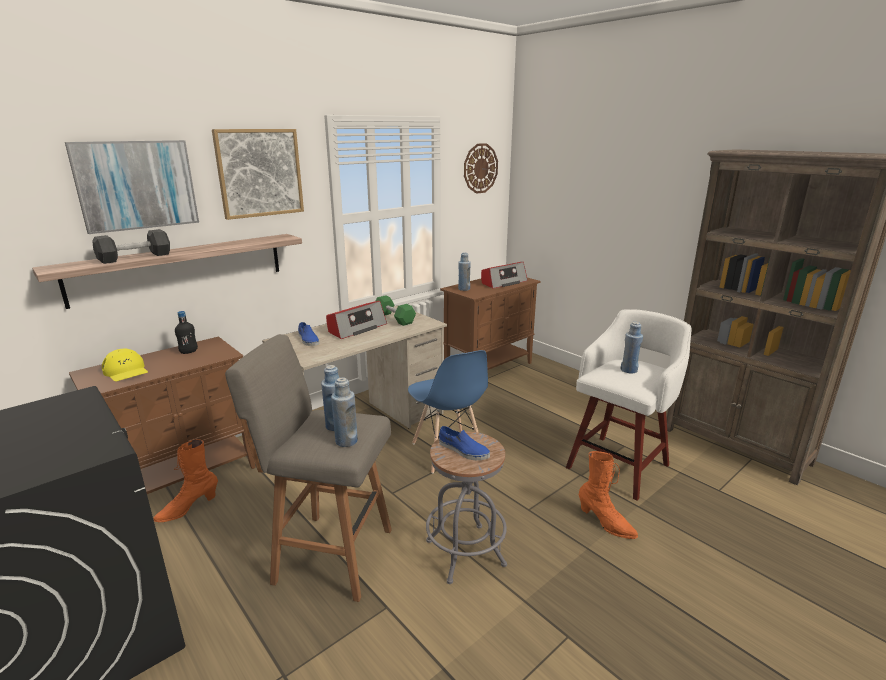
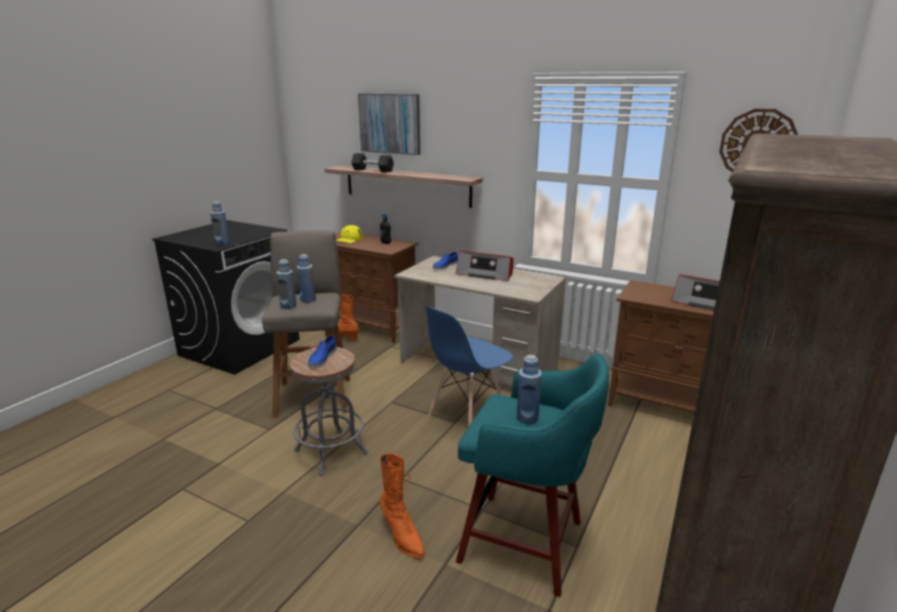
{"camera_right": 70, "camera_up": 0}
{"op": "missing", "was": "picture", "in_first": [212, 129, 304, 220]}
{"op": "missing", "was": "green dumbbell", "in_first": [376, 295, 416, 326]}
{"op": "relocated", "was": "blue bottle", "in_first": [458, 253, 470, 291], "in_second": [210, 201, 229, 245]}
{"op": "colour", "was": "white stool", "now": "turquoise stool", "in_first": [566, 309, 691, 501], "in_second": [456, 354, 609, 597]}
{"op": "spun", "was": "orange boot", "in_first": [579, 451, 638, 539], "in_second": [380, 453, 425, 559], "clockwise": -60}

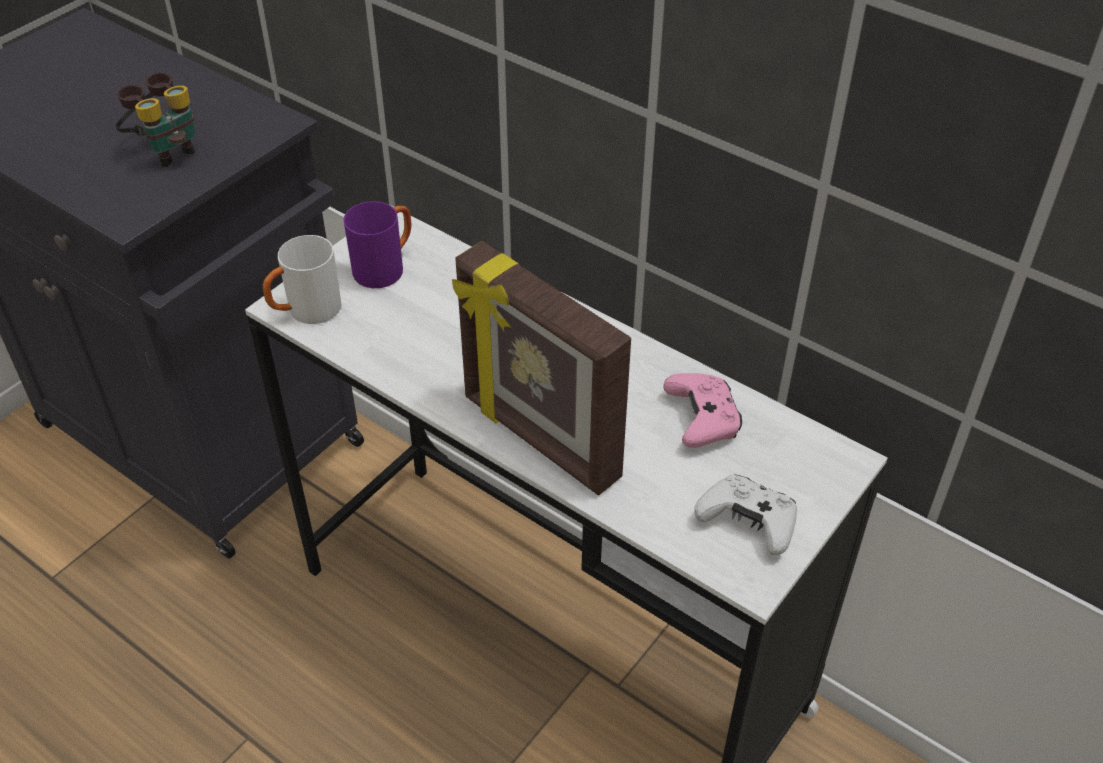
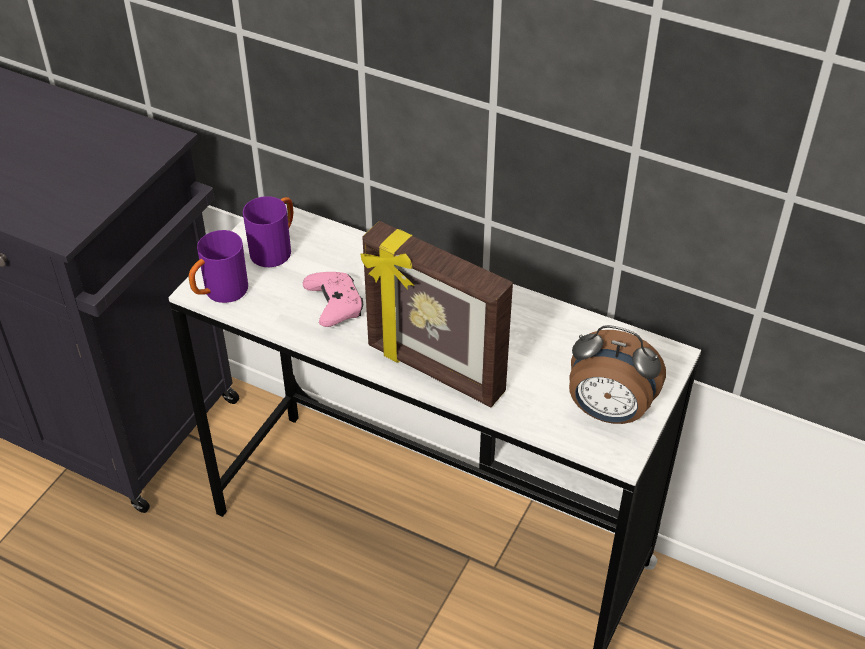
{"camera_right": -10, "camera_up": 0}
{"op": "missing", "was": "binoculars", "in_first": [115, 72, 196, 167]}
{"op": "colour", "was": "white mug", "now": "purple mug", "in_first": [263, 235, 342, 324], "in_second": [189, 230, 248, 303]}
{"op": "relocated", "was": "pink game controller", "in_first": [663, 373, 742, 448], "in_second": [303, 272, 363, 327]}
{"op": "exchanged", "was": "white game controller", "now": "alarm clock", "in_first": [694, 475, 797, 555], "in_second": [569, 325, 666, 424]}

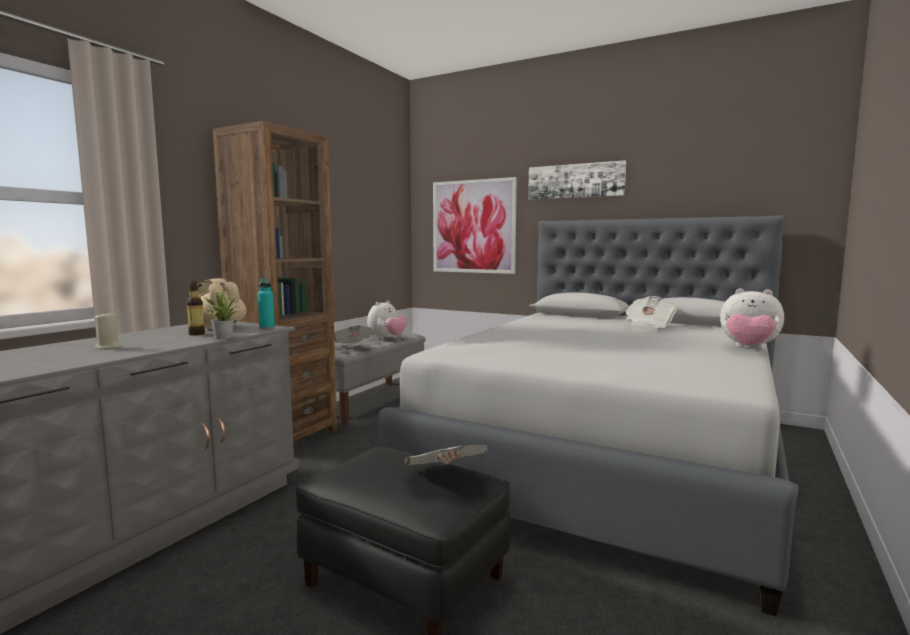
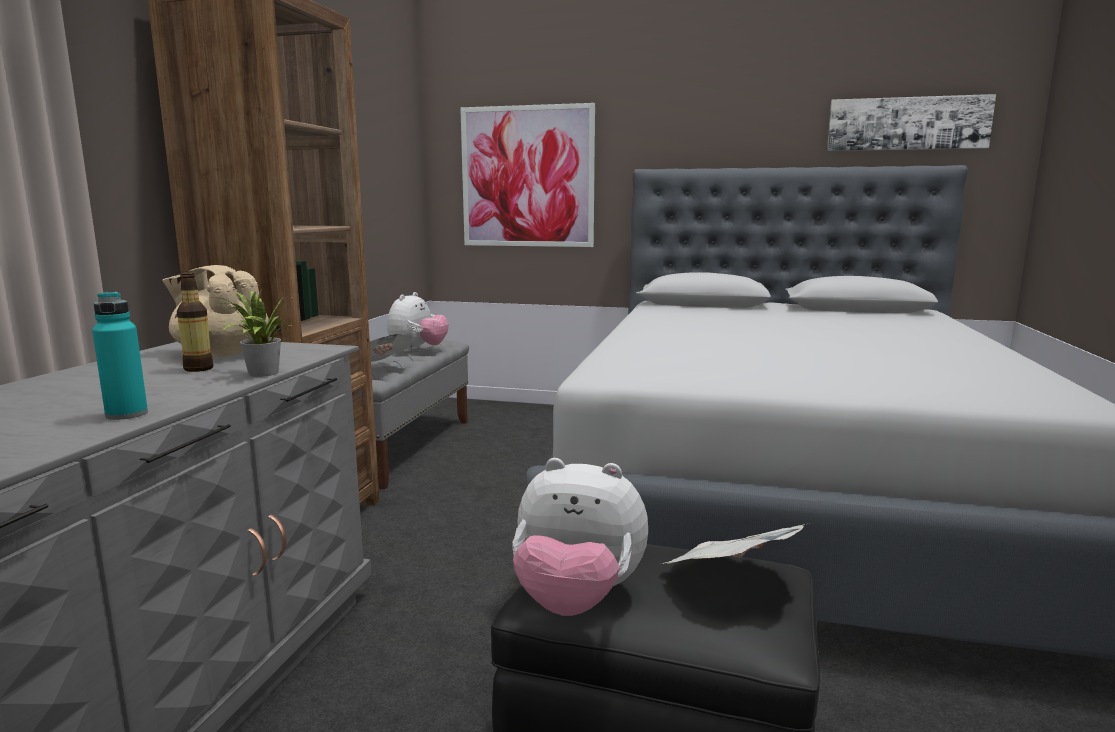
{"camera_right": -15, "camera_up": 5}
{"op": "missing", "was": "beige candle", "in_first": [94, 311, 123, 349]}
{"op": "relocated", "was": "turquoise bottle", "in_first": [257, 279, 275, 329], "in_second": [92, 291, 148, 420]}
{"op": "relocated", "was": "picture", "in_first": [528, 160, 626, 200], "in_second": [827, 94, 996, 151]}
{"op": "missing", "was": "newspaper", "in_first": [625, 296, 677, 330]}
{"op": "relocated", "was": "plush toy", "in_first": [720, 288, 784, 349], "in_second": [512, 458, 648, 616]}

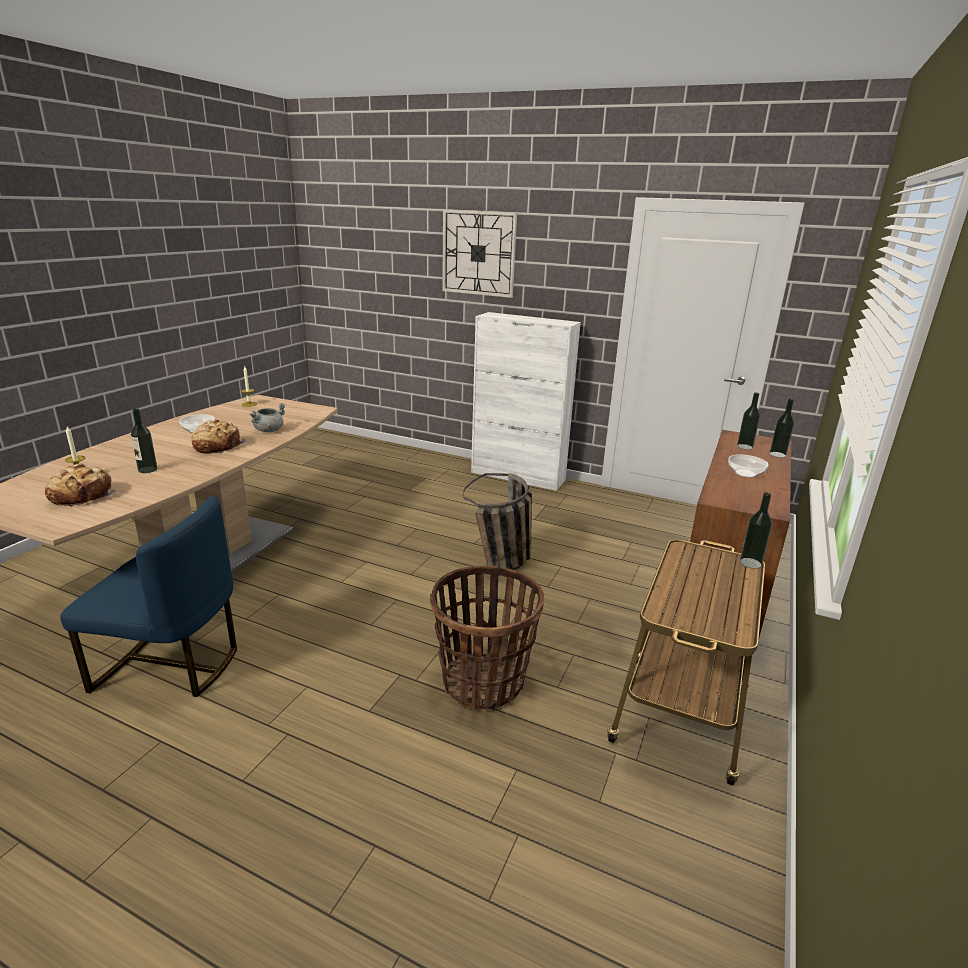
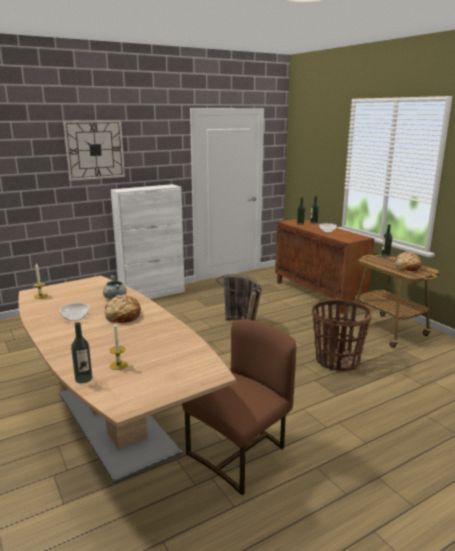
{"camera_right": -55, "camera_up": -5}
{"op": "relocated", "was": "bread", "in_first": [45, 463, 116, 507], "in_second": [395, 251, 422, 271]}
{"op": "colour", "was": "blue chair", "now": "brown chair", "in_first": [60, 496, 237, 697], "in_second": [182, 319, 296, 495]}
{"op": "relocated", "was": "bottle", "in_first": [131, 408, 157, 473], "in_second": [71, 322, 92, 383]}

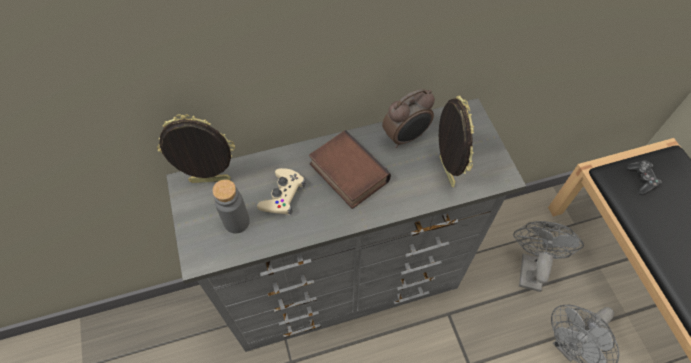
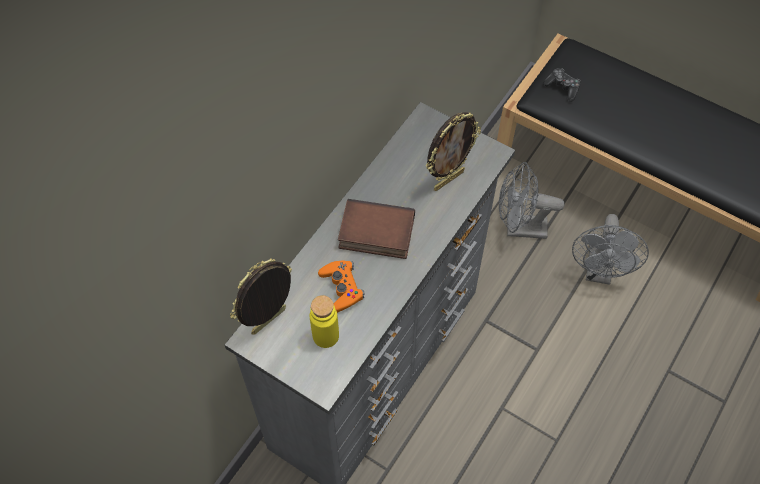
{"camera_right": -40, "camera_up": 0}
{"op": "colour", "was": "grey bottle", "now": "yellow bottle", "in_first": [212, 179, 250, 233], "in_second": [310, 295, 339, 348]}
{"op": "colour", "was": "beige game controller", "now": "orange game controller", "in_first": [257, 168, 306, 215], "in_second": [318, 260, 365, 313]}
{"op": "missing", "was": "alarm clock", "in_first": [382, 89, 435, 148]}
{"op": "spun", "was": "picture frame", "in_first": [439, 95, 474, 187], "in_second": [426, 112, 481, 191], "clockwise": 105}
{"op": "spun", "was": "grey fan", "in_first": [513, 221, 584, 292], "in_second": [499, 162, 565, 239], "clockwise": -60}

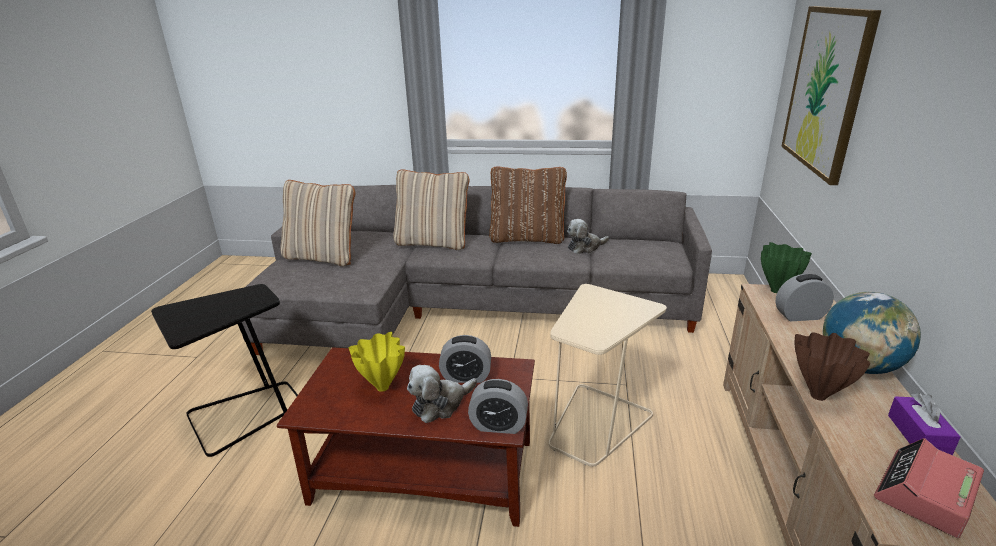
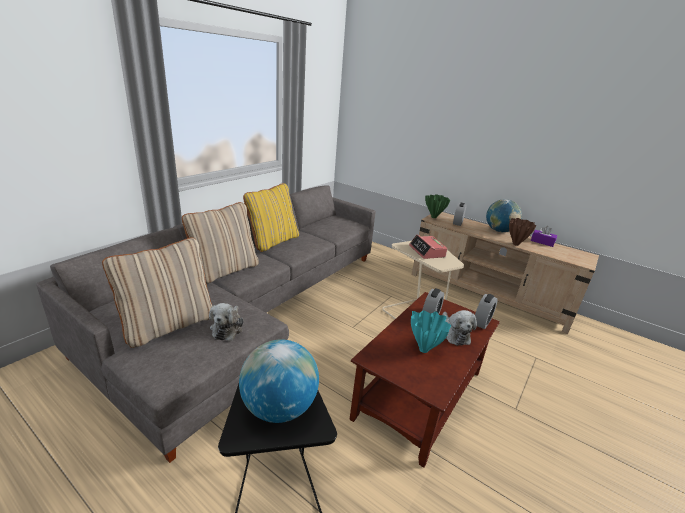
{"camera_right": -65, "camera_up": 0}
{"op": "colour", "was": "yellow vase", "now": "turquoise vase", "in_first": [349, 332, 405, 392], "in_second": [411, 310, 451, 353]}
{"op": "colour", "was": "brown pillow", "now": "yellow pillow", "in_first": [489, 166, 567, 244], "in_second": [243, 183, 299, 252]}
{"op": "relocated", "was": "plush toy", "in_first": [567, 219, 609, 254], "in_second": [209, 303, 244, 341]}
{"op": "missing", "was": "picture", "in_first": [781, 6, 881, 185]}
{"op": "relocated", "was": "alarm clock", "in_first": [874, 438, 984, 538], "in_second": [409, 235, 447, 259]}
{"op": "appeared", "now": "globe", "in_second": [239, 339, 319, 423]}

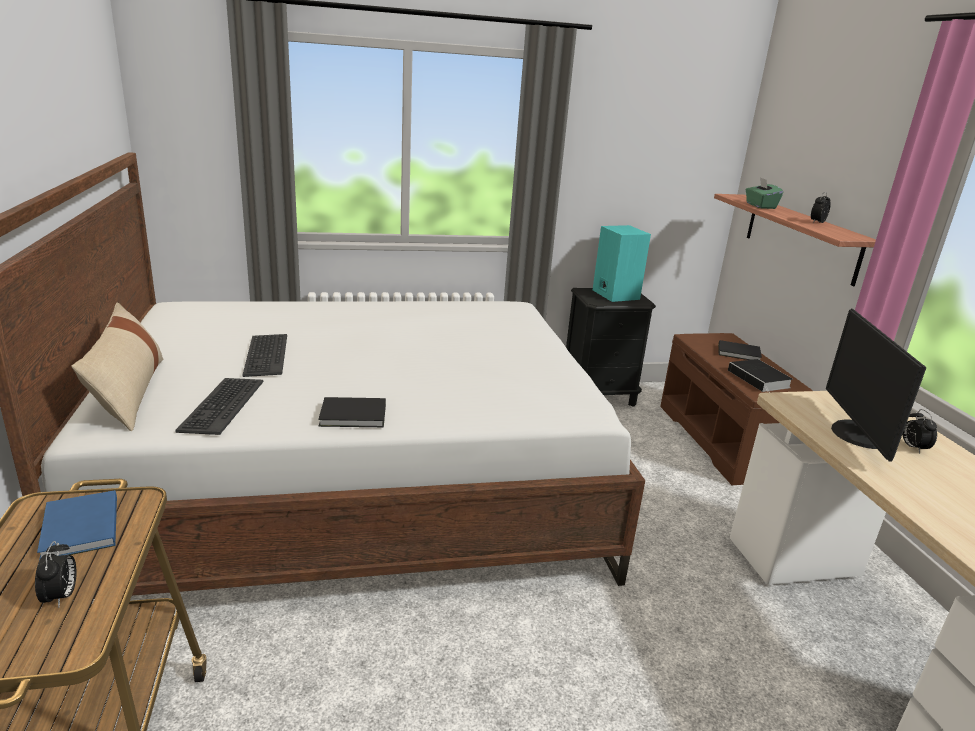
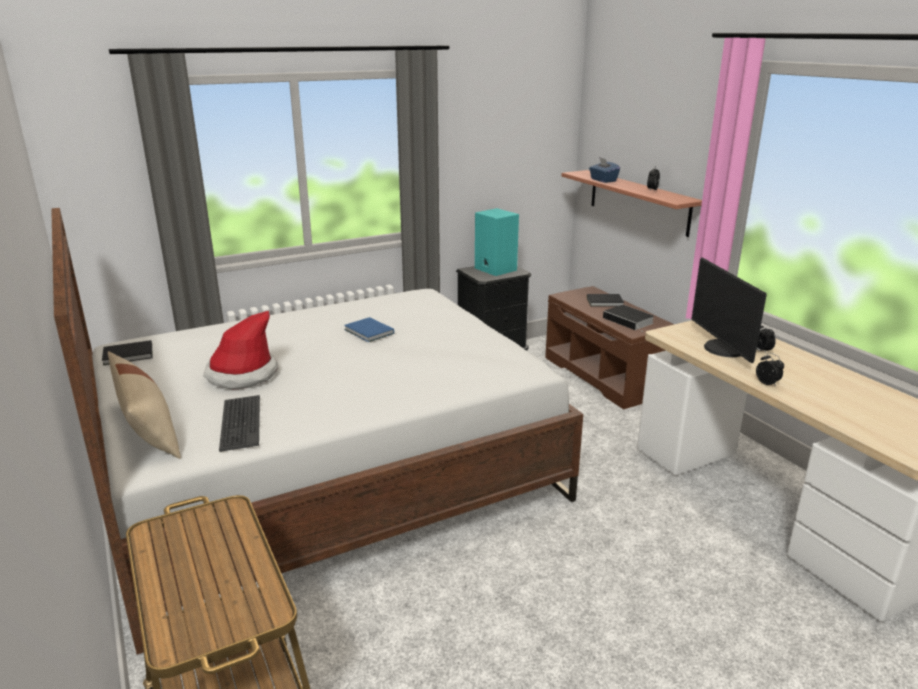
{"camera_right": -15, "camera_up": 0}
{"op": "relocated", "was": "alarm clock", "in_first": [35, 541, 77, 608], "in_second": [756, 353, 784, 387]}
{"op": "relocated", "was": "blue book", "in_first": [37, 490, 117, 560], "in_second": [344, 317, 394, 342]}
{"op": "exchanged", "was": "keyboard", "now": "hat", "in_first": [242, 334, 287, 377], "in_second": [203, 311, 279, 390]}
{"op": "relocated", "was": "black book", "in_first": [318, 397, 386, 427], "in_second": [102, 340, 152, 365]}
{"op": "colour", "was": "green tissue box", "now": "blue tissue box", "in_first": [746, 177, 783, 209], "in_second": [589, 157, 620, 183]}

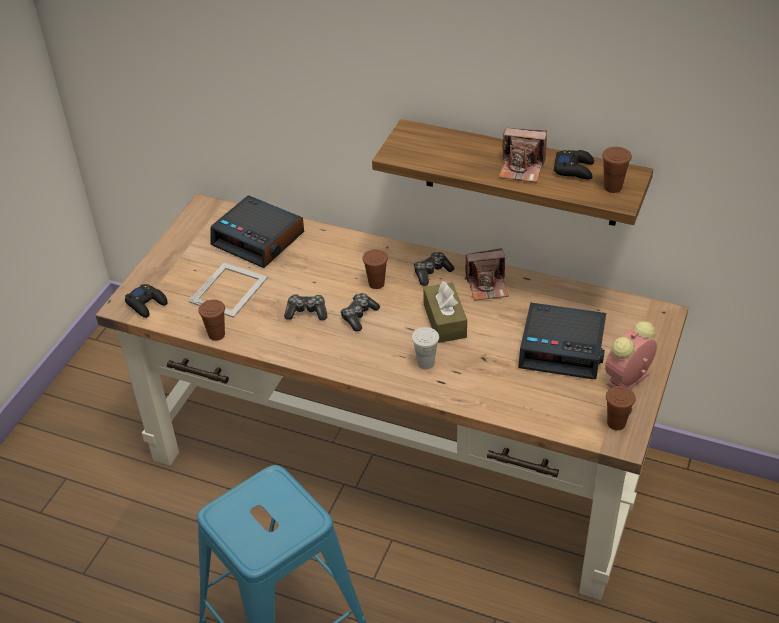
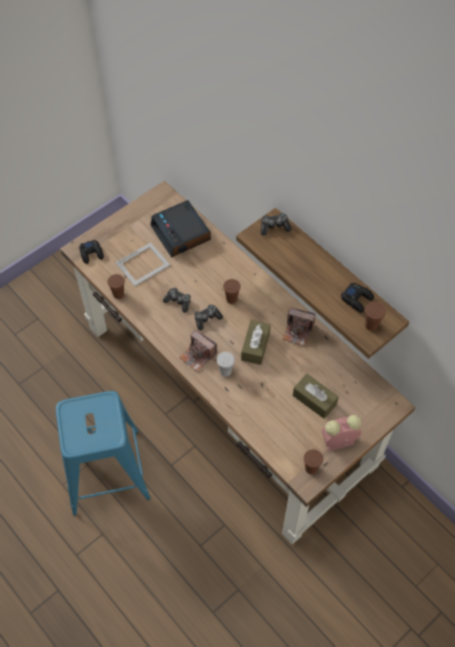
{"camera_right": 25, "camera_up": 15}
{"op": "relocated", "was": "game controller", "in_first": [414, 252, 454, 286], "in_second": [261, 213, 292, 236]}
{"op": "relocated", "was": "photo camera", "in_first": [499, 128, 547, 183], "in_second": [179, 330, 217, 372]}
{"op": "exchanged", "was": "alarm clock", "now": "brown tissue box", "in_first": [518, 302, 606, 379], "in_second": [293, 374, 339, 419]}

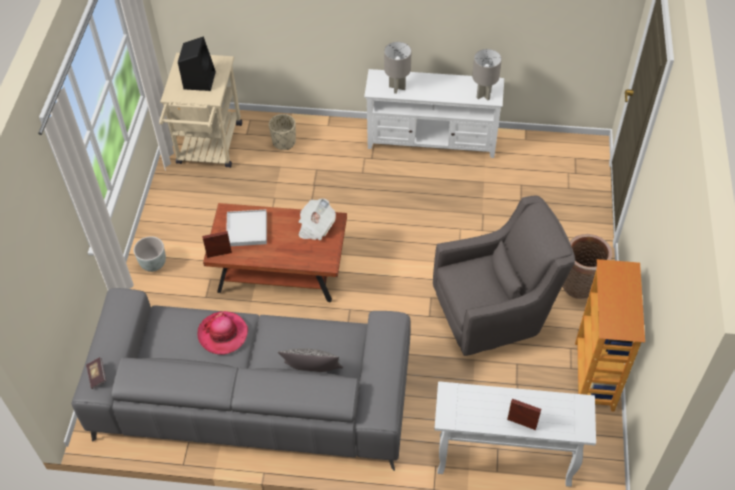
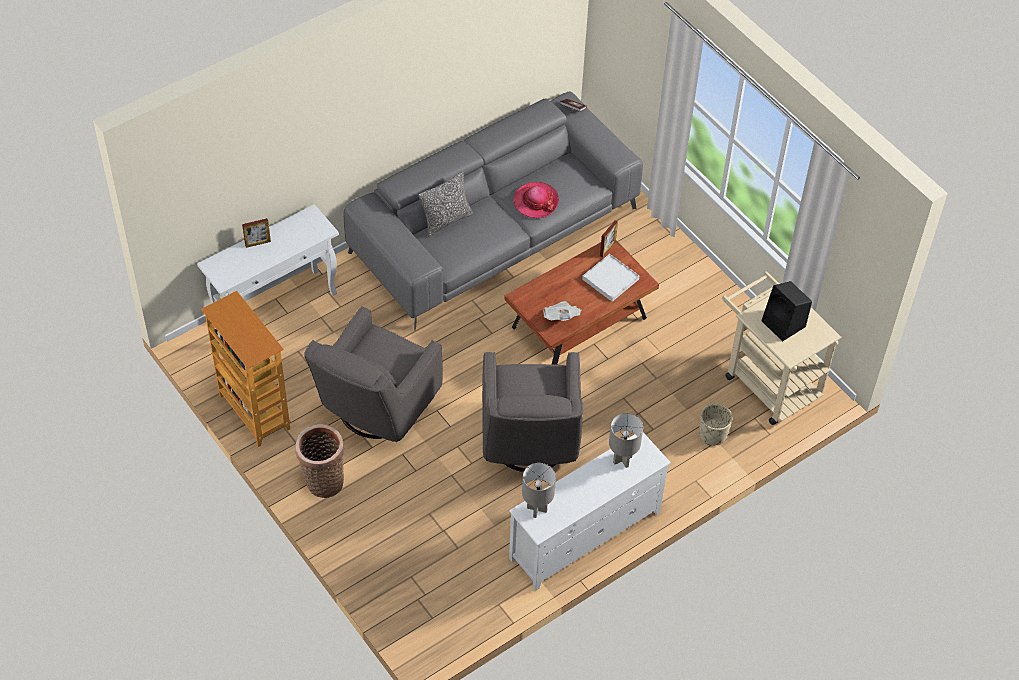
{"camera_right": 135, "camera_up": 0}
{"op": "missing", "was": "grey planter", "in_first": [134, 236, 166, 272]}
{"op": "appeared", "now": "grey armchair", "in_second": [482, 352, 583, 472]}

